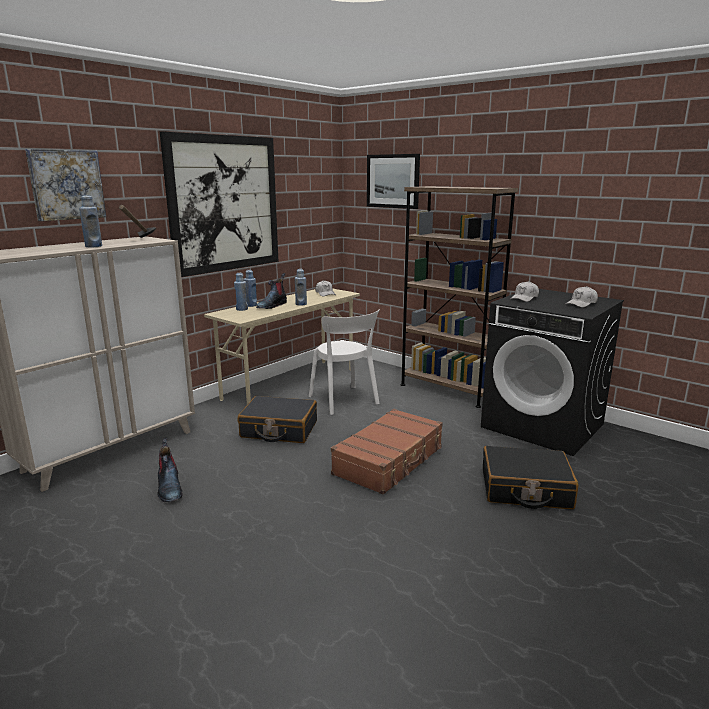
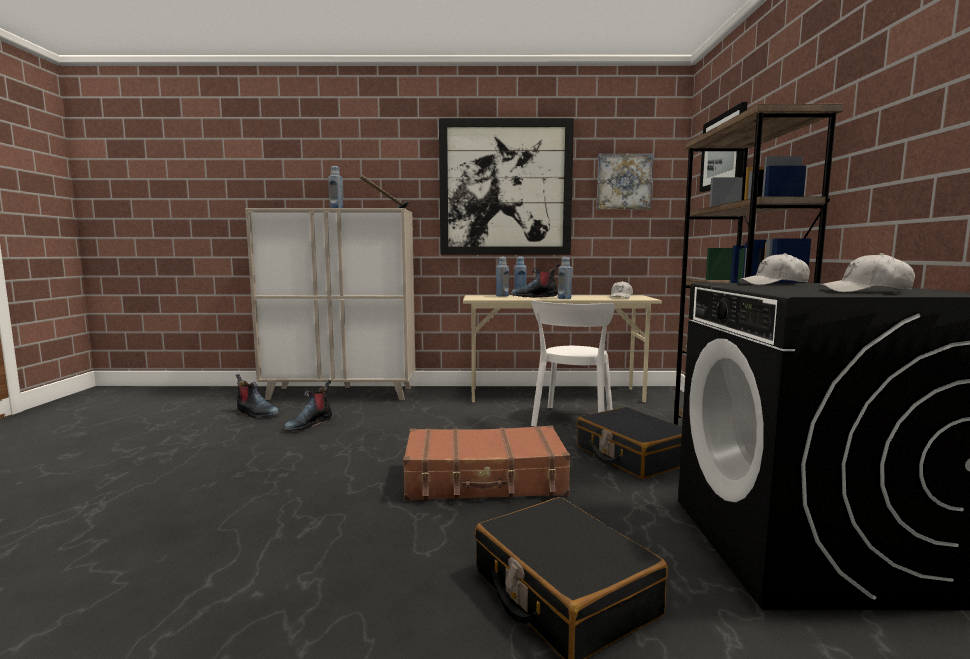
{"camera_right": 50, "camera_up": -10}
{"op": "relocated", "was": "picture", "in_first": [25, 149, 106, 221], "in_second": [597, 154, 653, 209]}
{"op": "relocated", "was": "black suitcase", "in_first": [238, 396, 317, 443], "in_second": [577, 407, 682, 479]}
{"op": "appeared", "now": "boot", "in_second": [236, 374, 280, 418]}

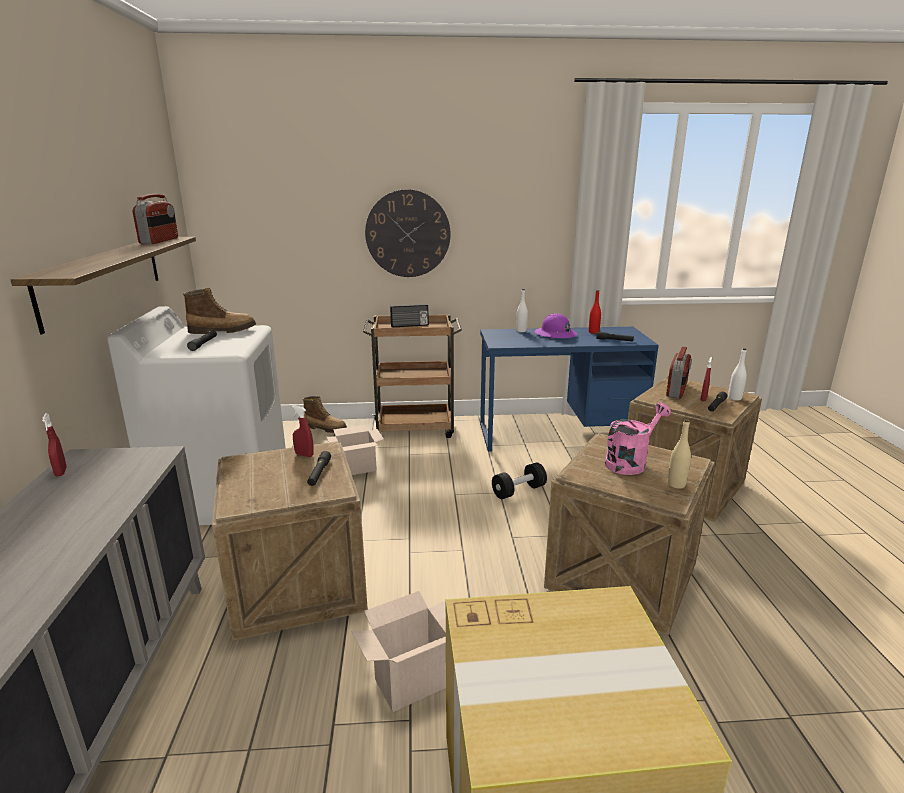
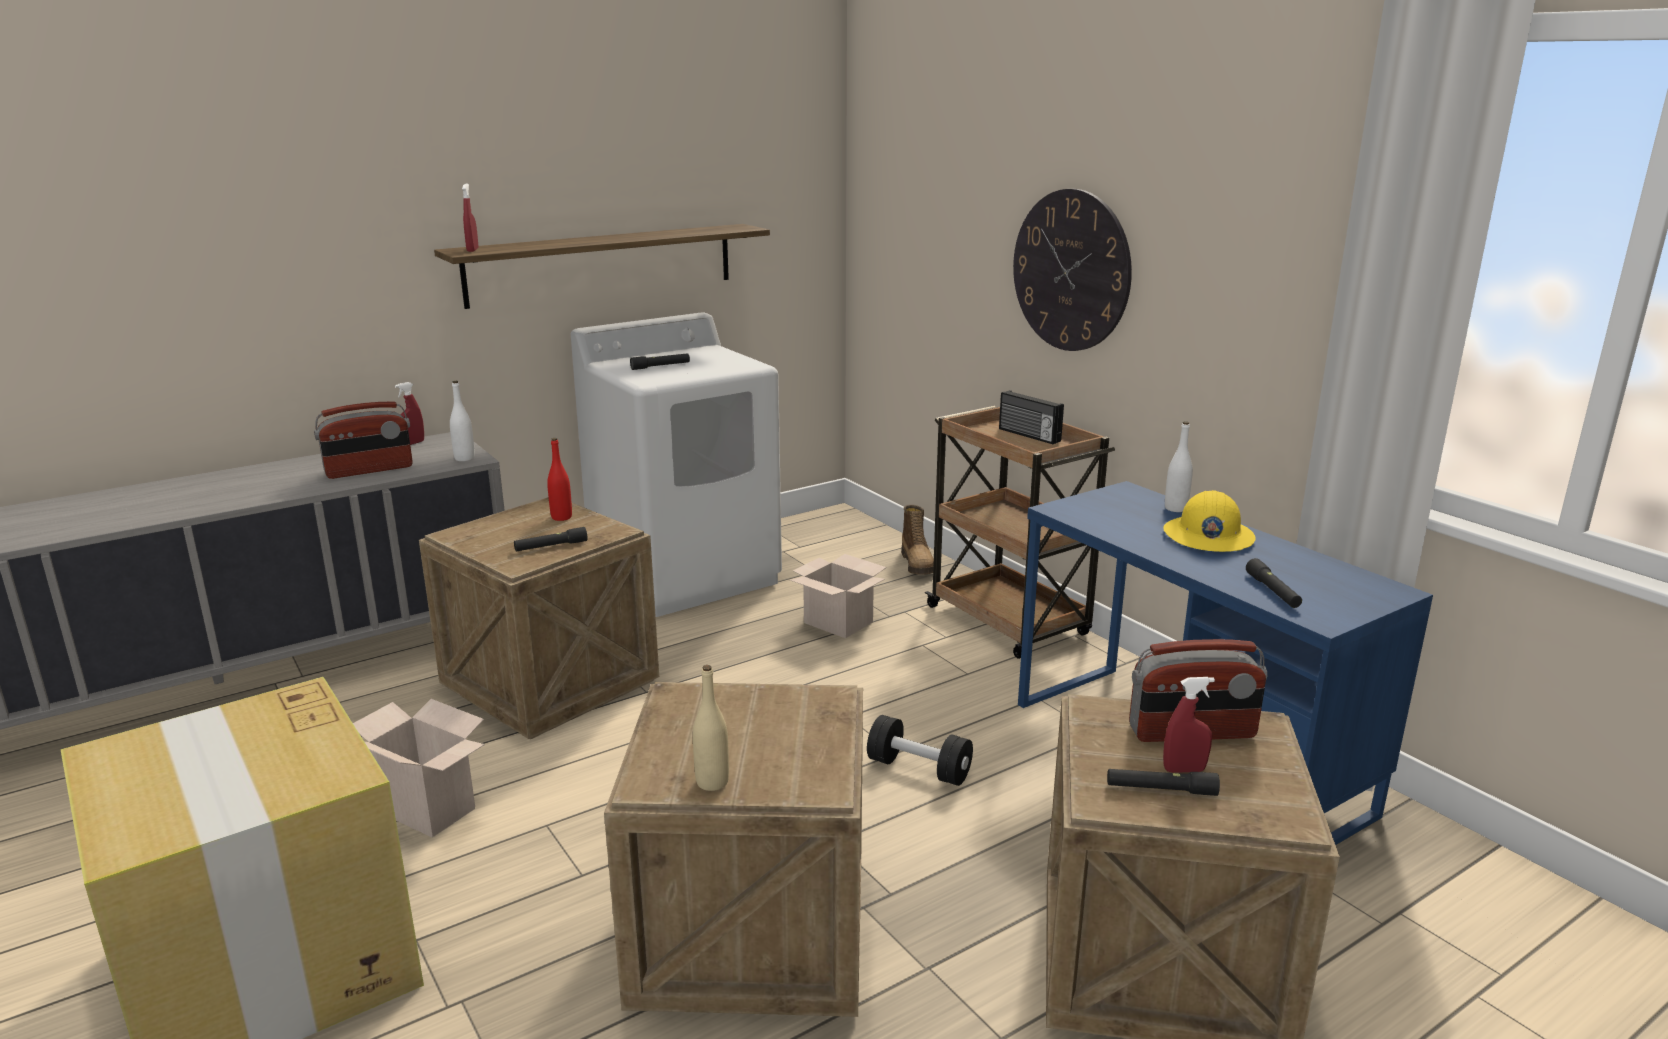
{"camera_right": 60, "camera_up": 0}
{"op": "relocated", "was": "radio", "in_first": [133, 194, 178, 244], "in_second": [314, 402, 413, 479]}
{"op": "missing", "was": "boot", "in_first": [183, 288, 256, 334]}
{"op": "relocated", "was": "red spray bottle", "in_first": [292, 405, 314, 457], "in_second": [462, 183, 478, 252]}
{"op": "colour", "was": "purple hard hat", "now": "yellow hard hat", "in_first": [535, 313, 577, 338], "in_second": [1163, 490, 1256, 552]}
{"op": "relocated", "was": "red bottle", "in_first": [589, 290, 601, 334], "in_second": [547, 438, 572, 521]}
{"op": "missing", "was": "pink watering can", "in_first": [605, 403, 671, 475]}
{"op": "relocated", "was": "white bottle", "in_first": [728, 348, 747, 400], "in_second": [450, 381, 475, 461]}

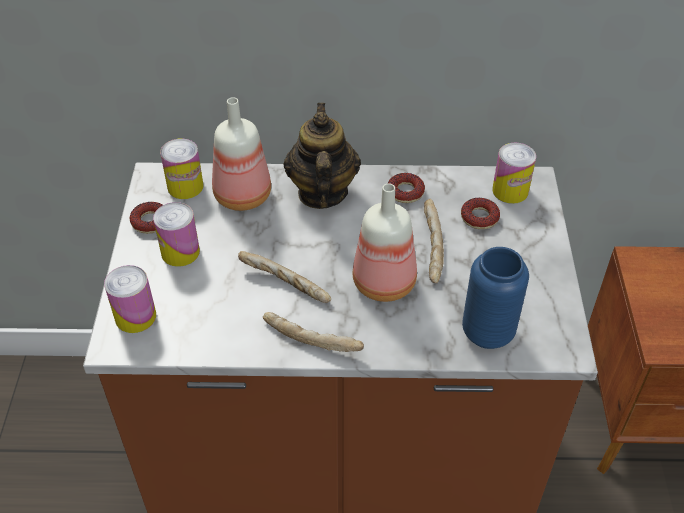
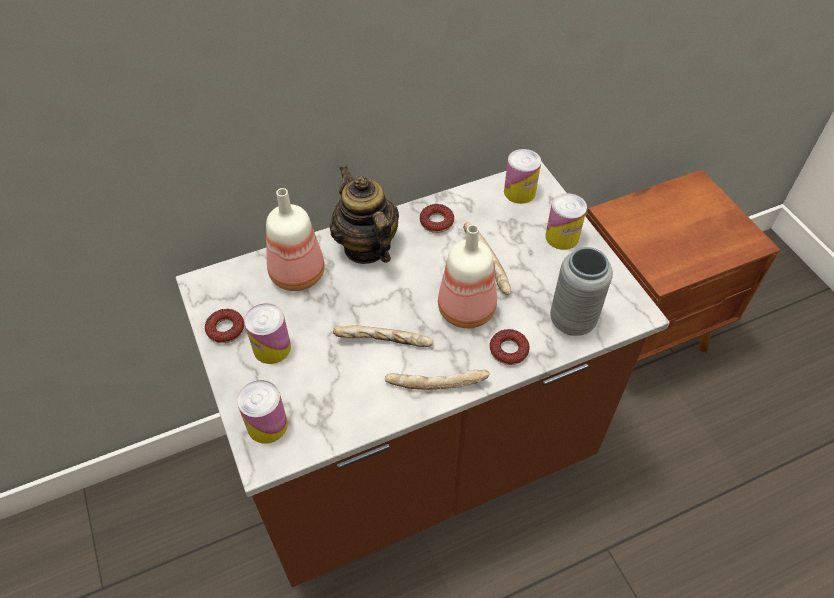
{"camera_right": -25, "camera_up": 5}
{"op": "relocated", "was": "can", "in_first": [160, 138, 203, 199], "in_second": [545, 193, 587, 250]}
{"op": "relocated", "was": "donut", "in_first": [461, 198, 500, 229], "in_second": [490, 329, 530, 365]}
{"op": "colour", "was": "blue vase", "now": "grey vase", "in_first": [462, 247, 529, 349], "in_second": [550, 247, 613, 336]}

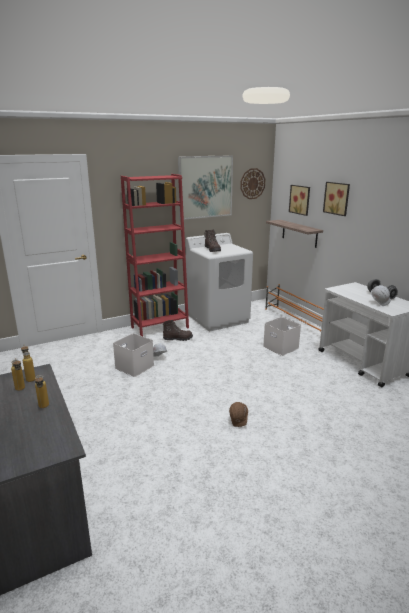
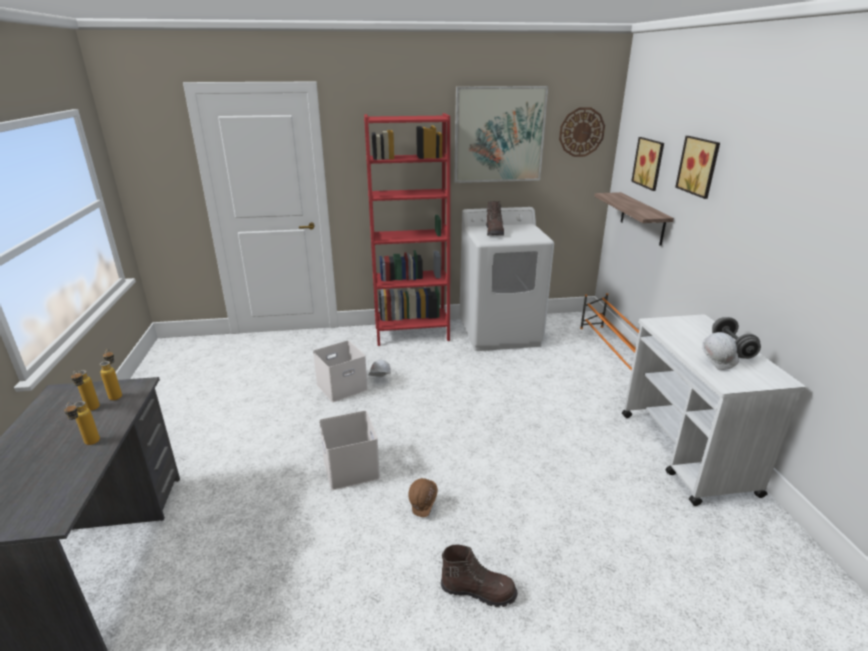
{"camera_right": 20, "camera_up": 5}
{"op": "relocated", "was": "brown boot", "in_first": [163, 320, 193, 341], "in_second": [441, 545, 518, 607]}
{"op": "relocated", "was": "white storage box", "in_first": [263, 317, 301, 356], "in_second": [319, 411, 380, 490]}

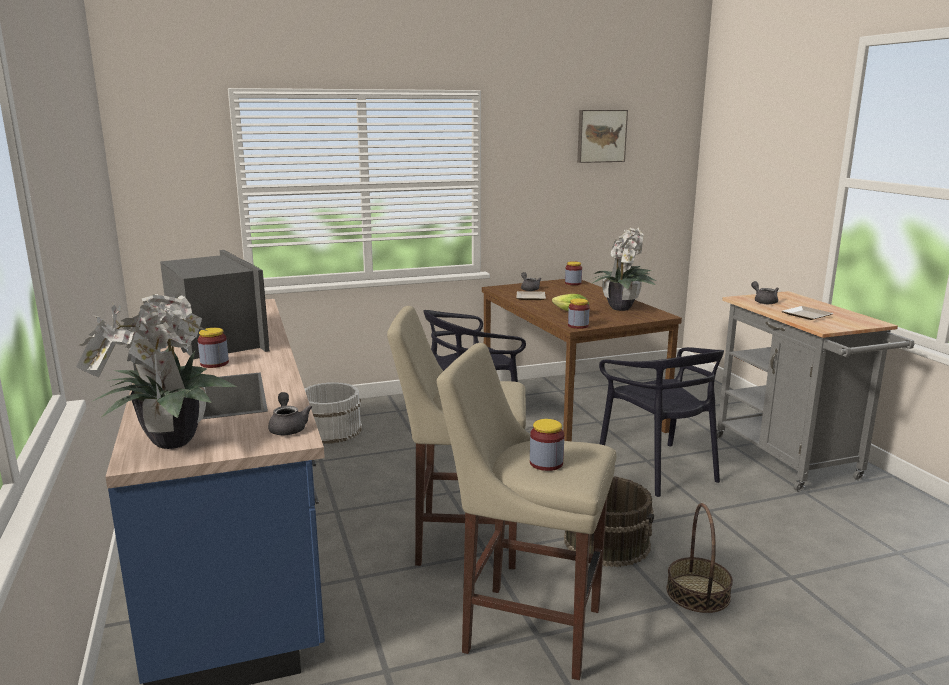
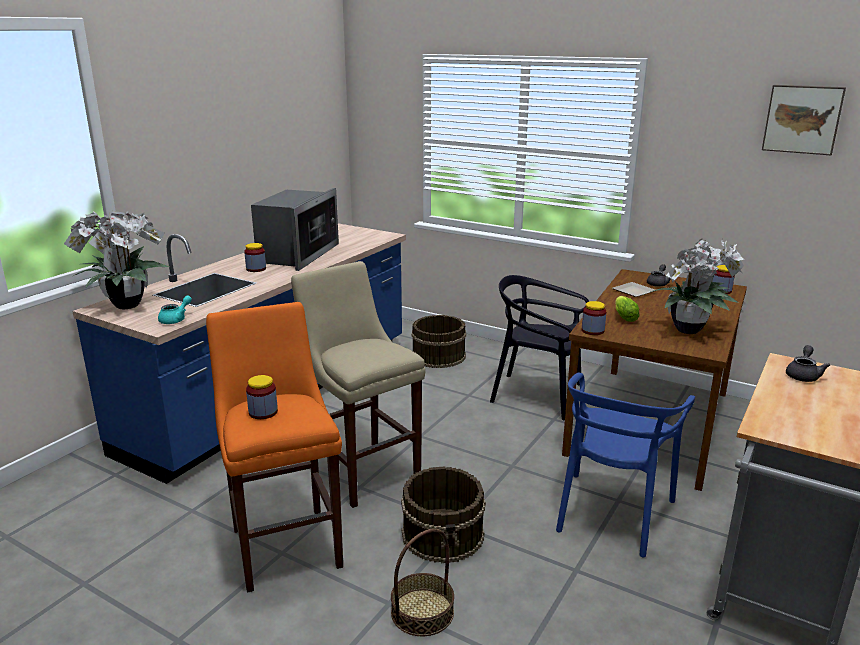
{"camera_right": 50, "camera_up": 5}
{"op": "colour", "was": "grey teapot", "now": "turquoise teapot", "in_first": [268, 392, 312, 435], "in_second": [158, 295, 192, 324]}
{"op": "colour", "was": "white bucket", "now": "brown bucket", "in_first": [305, 382, 362, 444], "in_second": [412, 315, 466, 368]}
{"op": "colour", "was": "beige stool", "now": "orange stool", "in_first": [437, 343, 616, 680], "in_second": [206, 302, 343, 593]}
{"op": "colour", "was": "black chair", "now": "blue chair", "in_first": [599, 347, 724, 497], "in_second": [556, 373, 695, 557]}
{"op": "missing", "was": "plate", "in_first": [782, 306, 834, 320]}

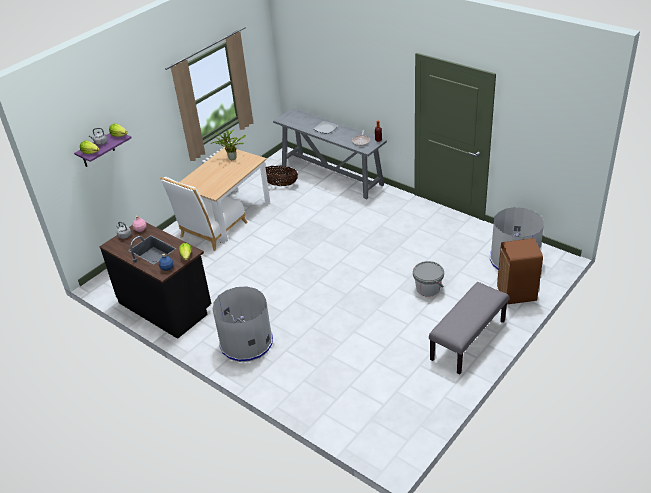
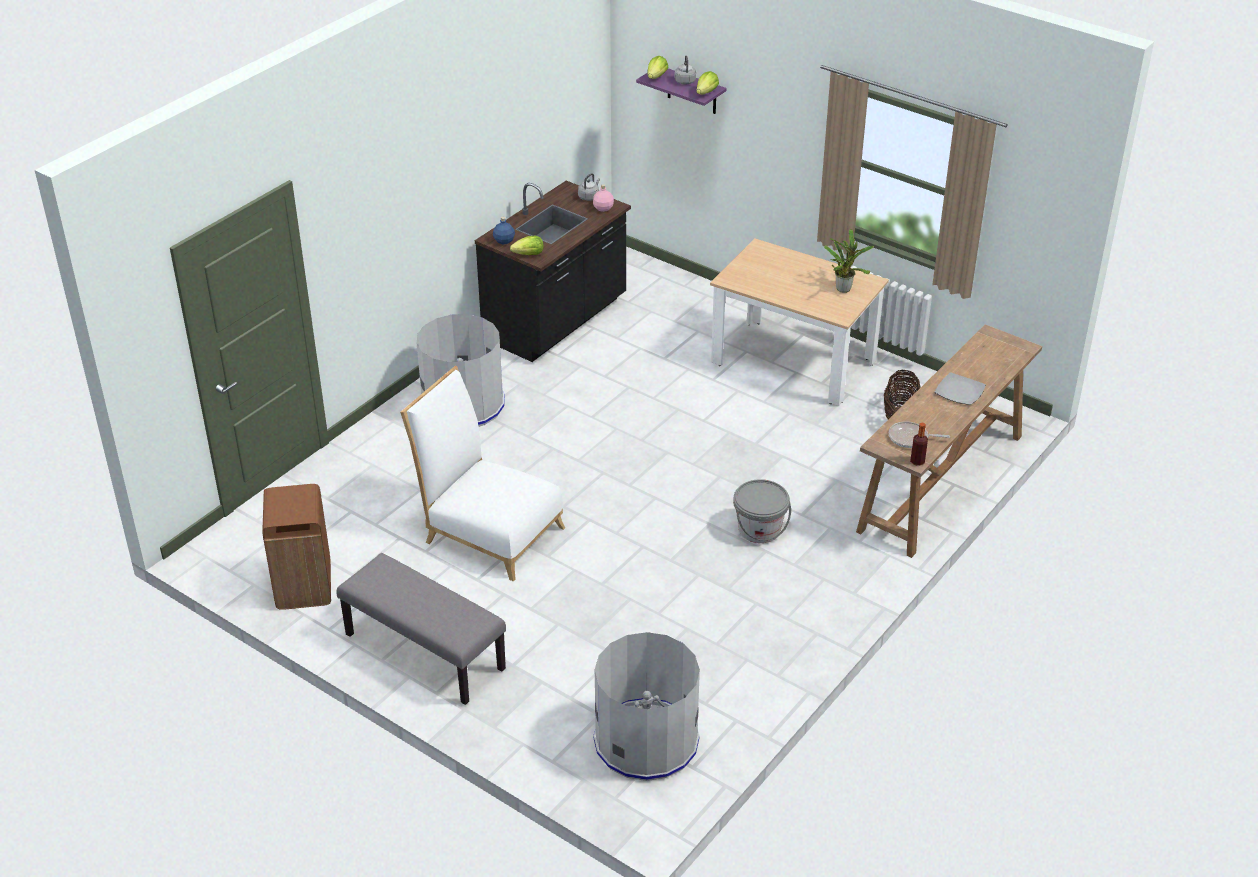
{"camera_right": 85, "camera_up": 0}
{"op": "relocated", "was": "white chair", "in_first": [160, 177, 248, 251], "in_second": [400, 366, 565, 581]}
{"op": "colour", "was": "grey console table", "now": "brown console table", "in_first": [273, 108, 387, 199], "in_second": [856, 324, 1042, 558]}
{"op": "relocated", "was": "grey bucket", "in_first": [413, 261, 444, 297], "in_second": [733, 479, 791, 543]}
{"op": "relocated", "was": "brown trash can", "in_first": [497, 238, 543, 304], "in_second": [262, 484, 331, 610]}

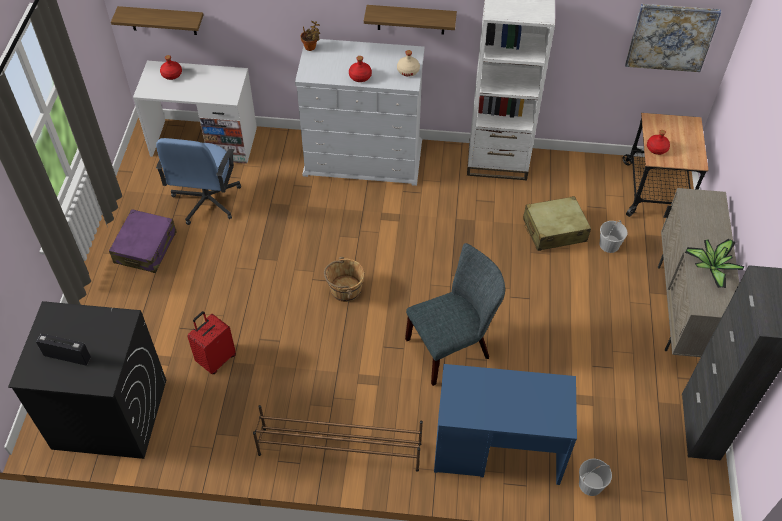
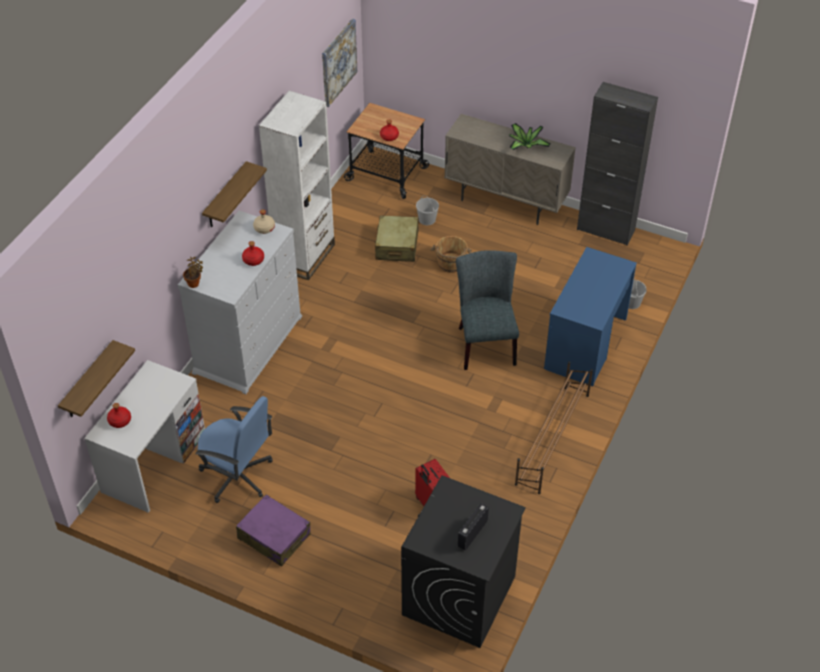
{"camera_right": -70, "camera_up": -5}
{"op": "relocated", "was": "brown bucket", "in_first": [324, 257, 364, 302], "in_second": [430, 236, 472, 273]}

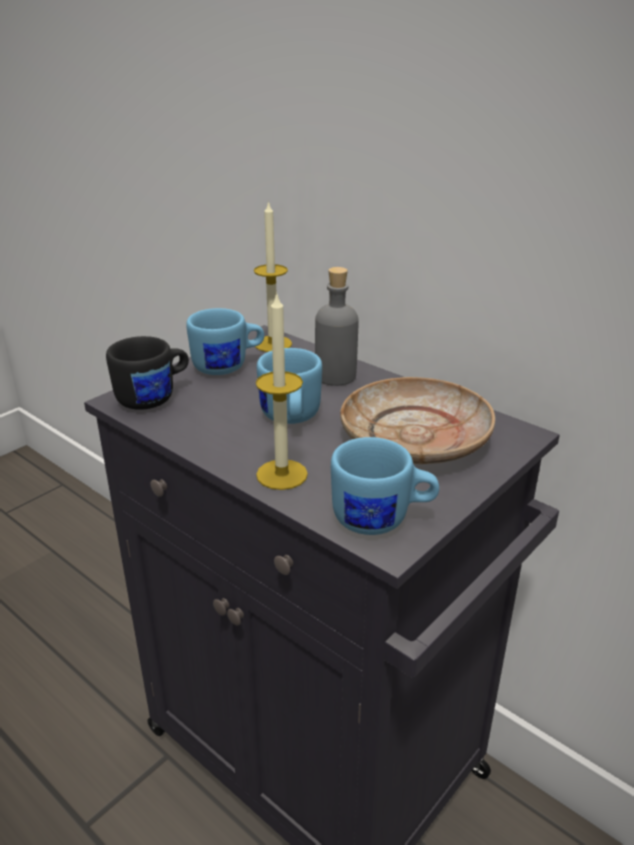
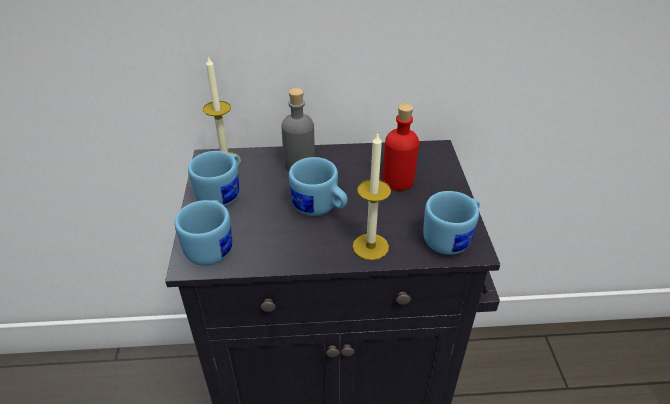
{"camera_right": -45, "camera_up": 10}
{"op": "colour", "was": "black mug", "now": "blue mug", "in_first": [106, 336, 189, 410], "in_second": [174, 200, 232, 266]}
{"op": "exchanged", "was": "beige plate", "now": "red bottle", "in_first": [340, 377, 495, 464], "in_second": [382, 103, 419, 191]}

